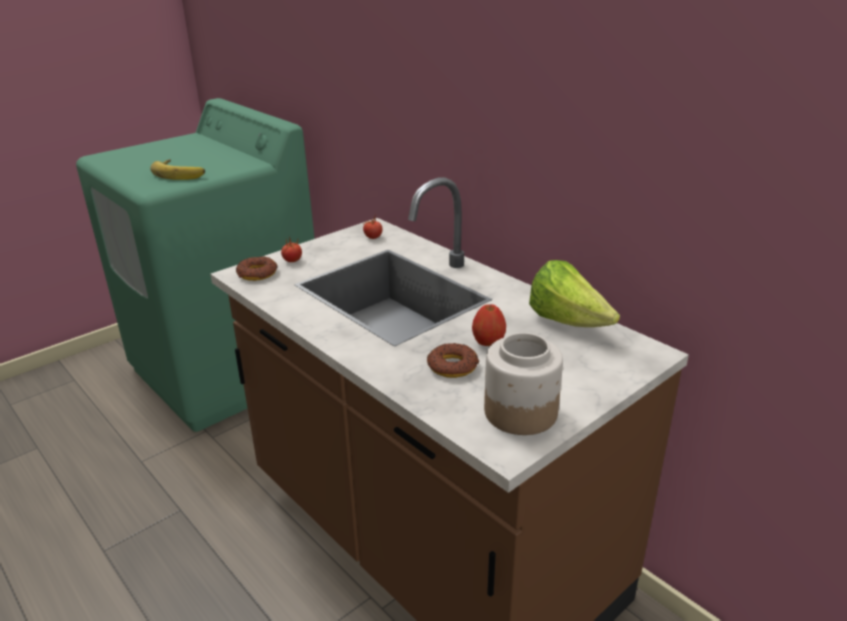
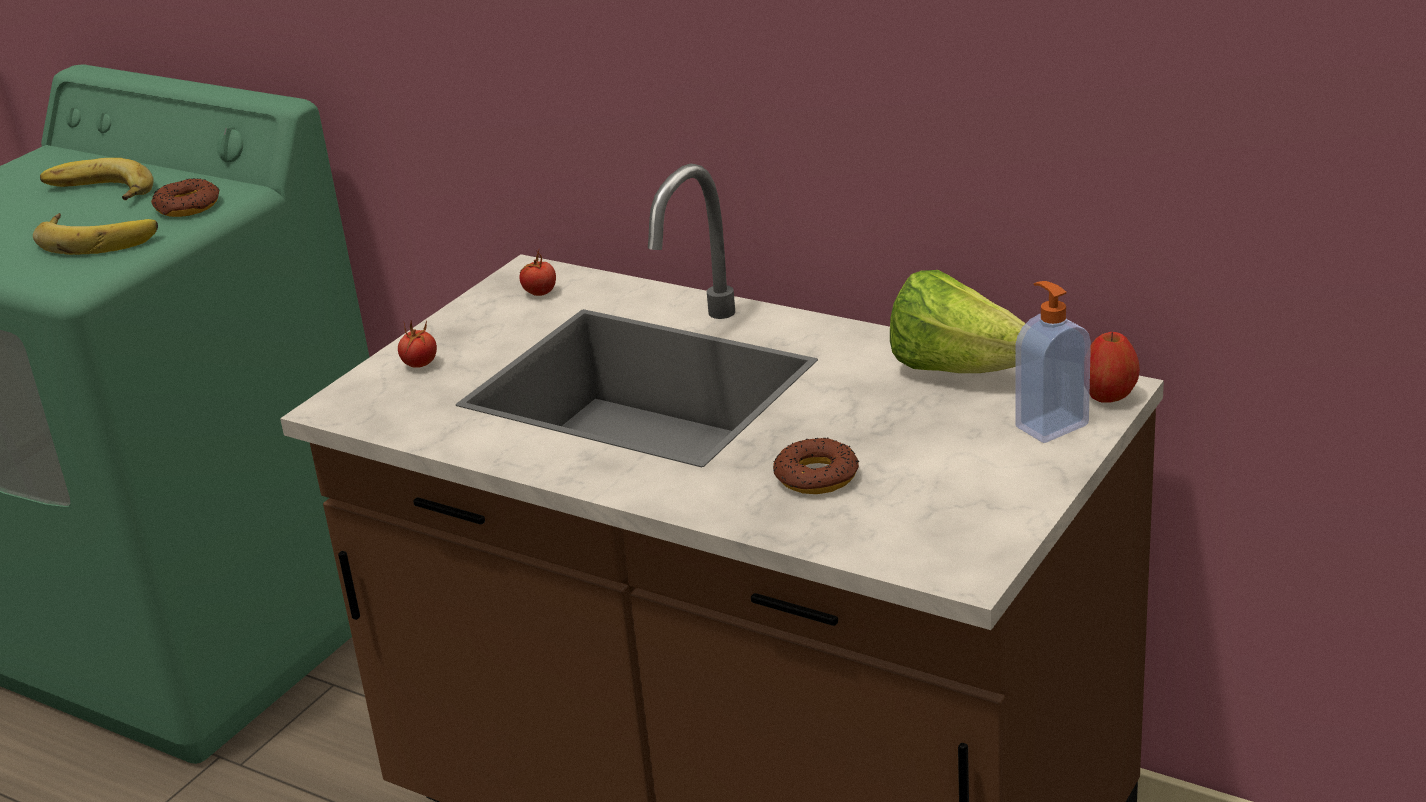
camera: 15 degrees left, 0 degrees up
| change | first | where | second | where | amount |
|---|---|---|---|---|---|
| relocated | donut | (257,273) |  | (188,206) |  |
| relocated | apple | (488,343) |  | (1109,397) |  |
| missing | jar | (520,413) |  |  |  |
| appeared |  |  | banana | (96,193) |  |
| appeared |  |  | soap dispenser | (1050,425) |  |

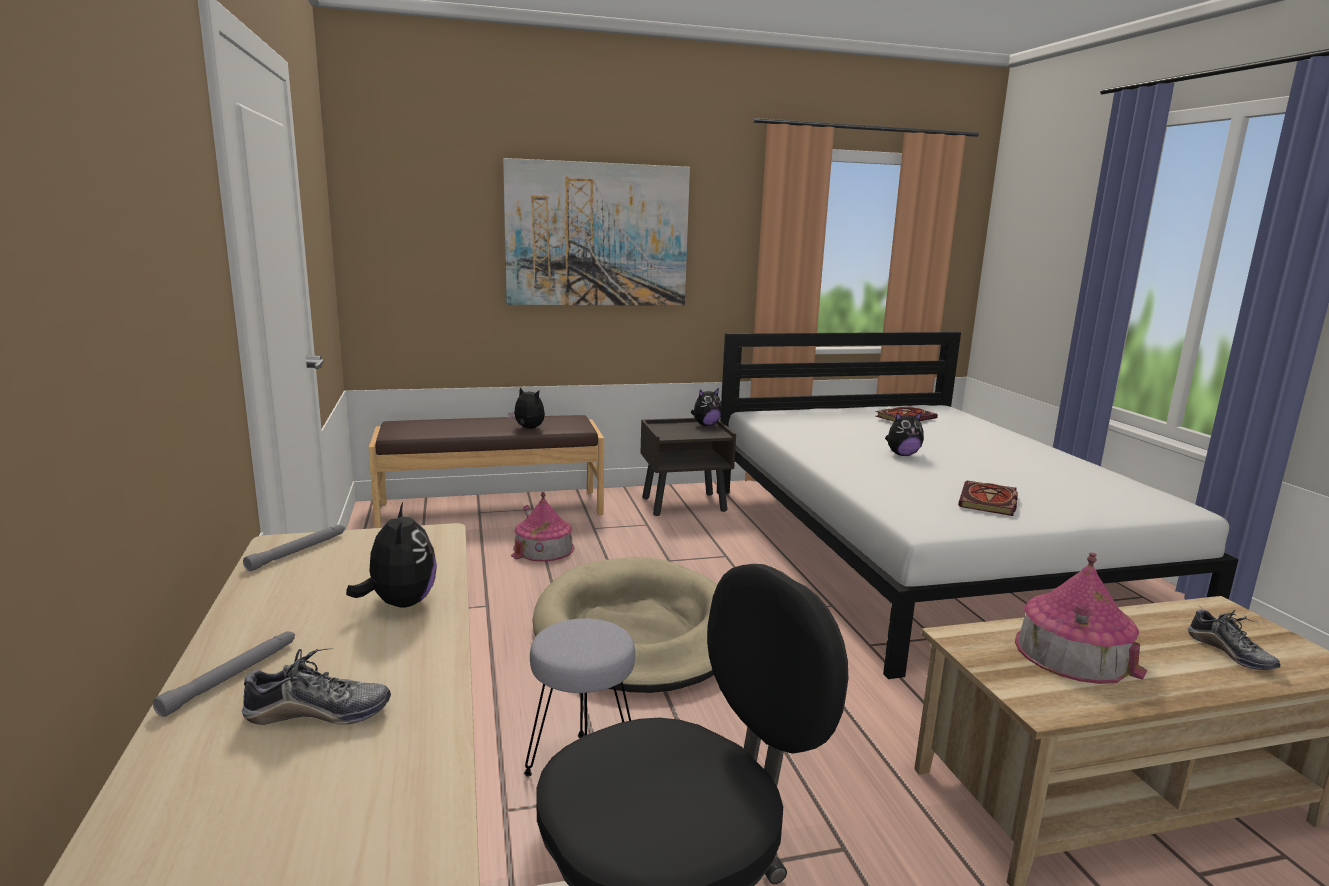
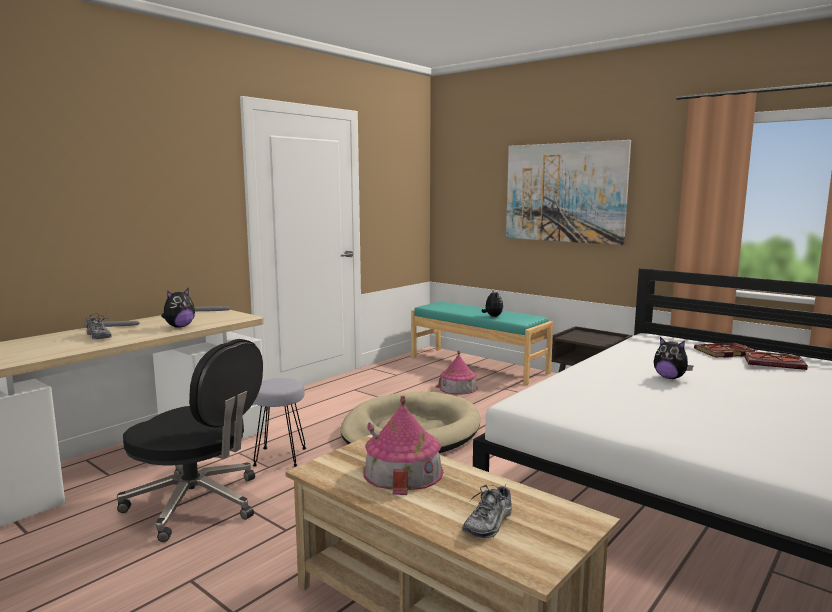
camera: 55 degrees right, 5 degrees down
| change | first | where | second | where | amount |
|---|---|---|---|---|---|
| colour | bench (brown) | (491,508) | bench (turquoise) | (478,365) |  |
| missing | plush toy | (706,425) |  |  |  |
| relocated | book | (989,502) |  | (724,352) |  |

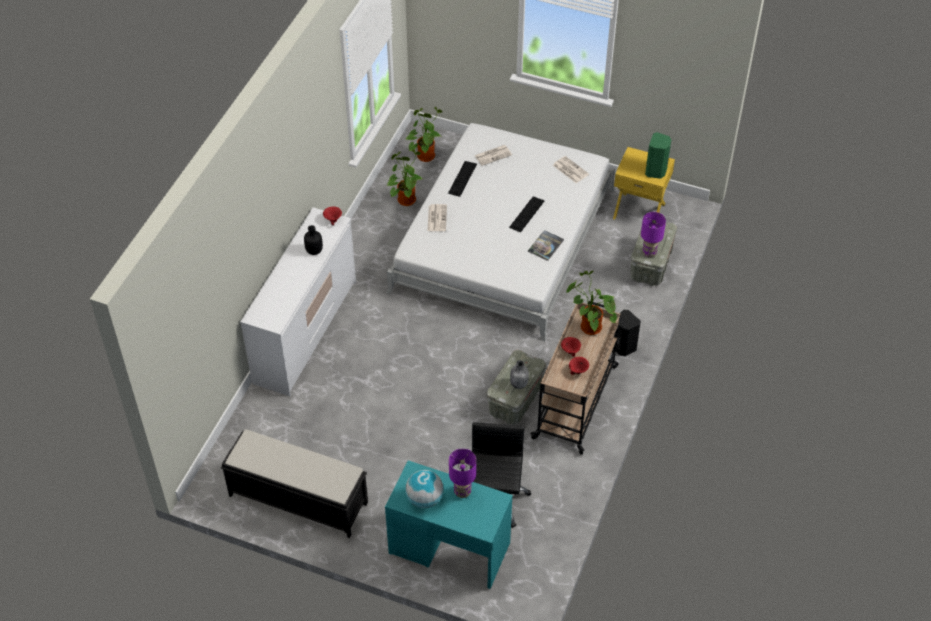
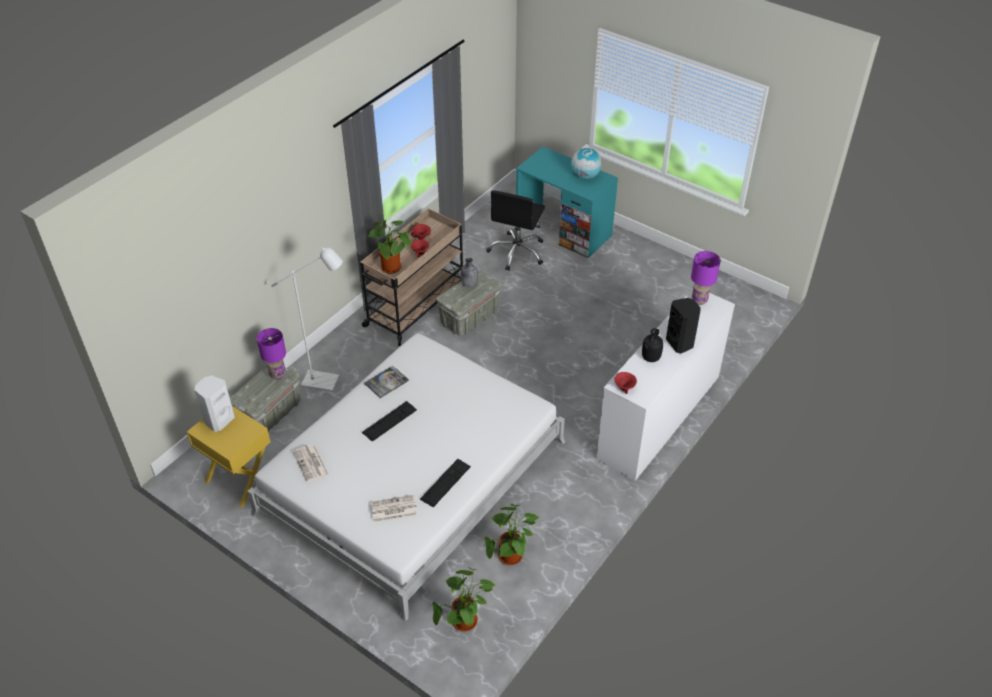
camera: 165 degrees left, 5 degrees down
| change | first | where | second | where | amount |
|---|---|---|---|---|---|
| missing | bench (black) | (297,499) |  |  |  |
| missing | newspaper | (437,218) |  |  |  |
| relocated | table lamp (purple) | (462,491) |  | (699,300) |  |
| relocated | speaker (black) | (623,347) |  | (680,343) |  |
| colour | speaker (green) | (656,171) | speaker (white) | (219,420) |  |
| appeared |  |  | floor lamp (white) | (327,382) |  |

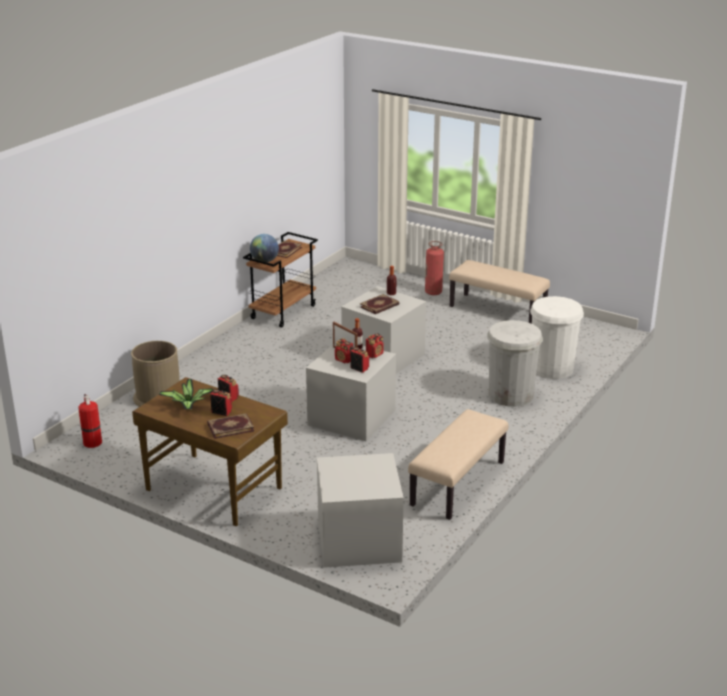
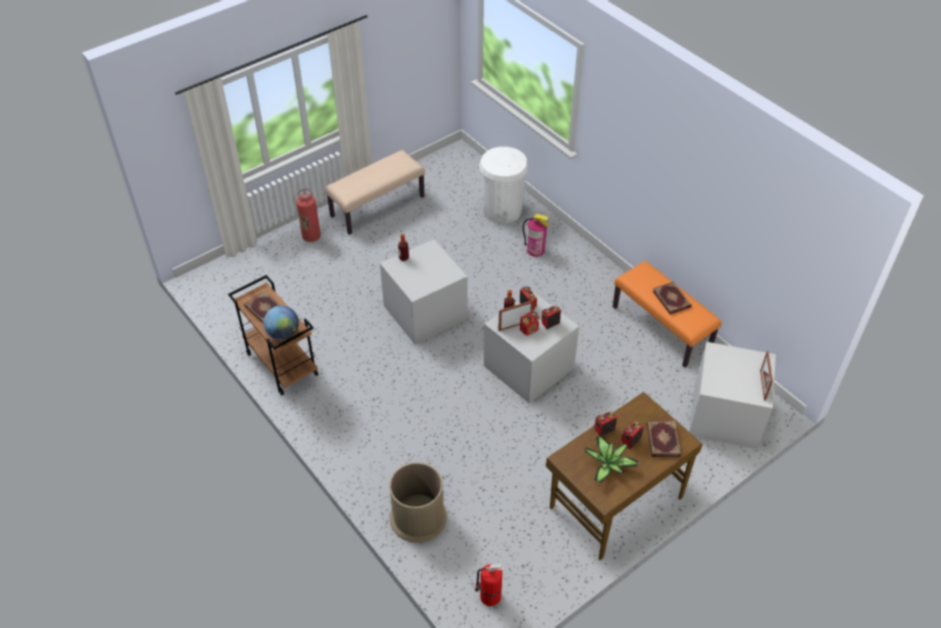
camera: 70 degrees left, 20 degrees up
| change | first | where | second | where | amount |
|---|---|---|---|---|---|
| relocated | book | (379,306) |  | (672,299) |  |
| colour | bench (beige) | (458,484) | bench (orange) | (662,328) |  |
| exchanged | trash can (white) | (510,395) | fire extinguisher | (535,250) |  |
| appeared |  |  | picture frame | (762,385) |  |

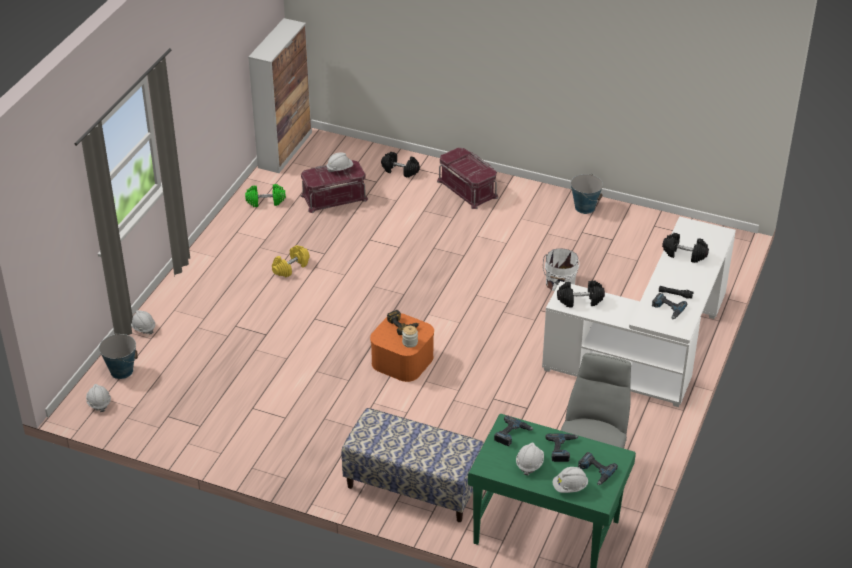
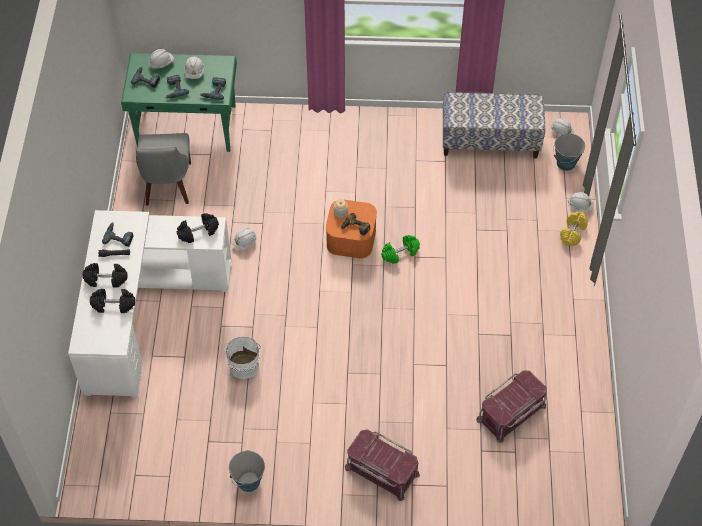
camera: 160 degrees right, 15 degrees up
| change | first | where | second | where | amount |
|---|---|---|---|---|---|
| relocated | dumbbell (green) | (266,201) |  | (400,253) |  |
| missing | cabinet | (285,149) |  |  |  |
| relocated | dumbbell (yellow) | (291,267) |  | (572,233) |  |
| relocated | hard hat (white) | (340,168) |  | (244,243) |  |
| relocated | bench | (413,486) |  | (490,141) |  |
| relocated | dumbbell (black) | (400,170) |  | (106,279) |  |

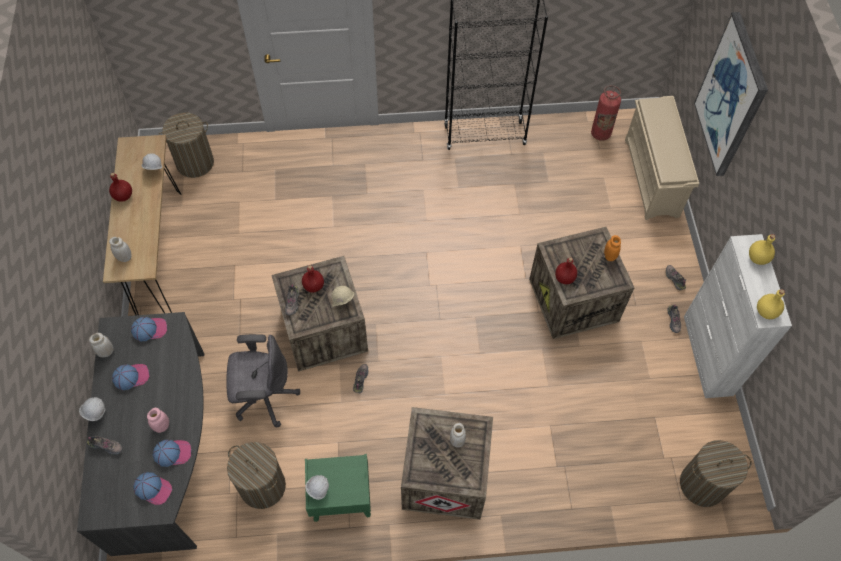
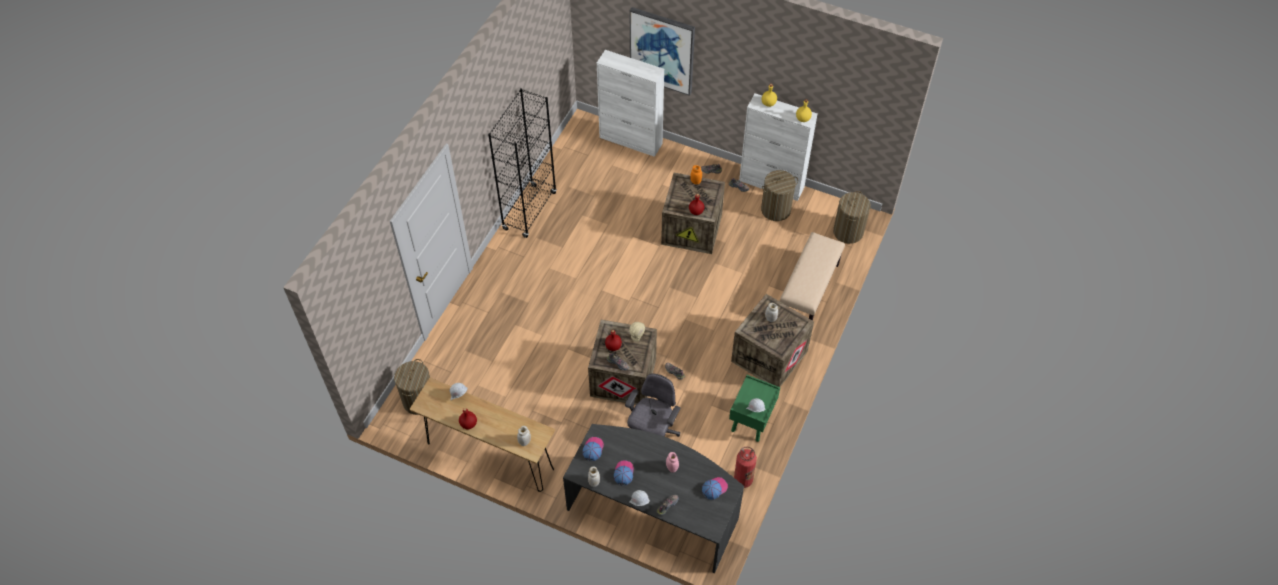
camera: 60 degrees left, 5 degrees down
| change | first | where | second | where | amount |
|---|---|---|---|---|---|
| missing | cap | (173,453) |  |  |  |
| relocated | laundry basket | (262,486) |  | (775,210) |  |
| relocated | fire extinguisher | (600,133) |  | (743,479) |  |
| exchanged | shoe rack (beige) | (652,178) | cabinet (white) | (631,140) |  |
| appeared |  |  | bench (beige) | (809,292) |  |

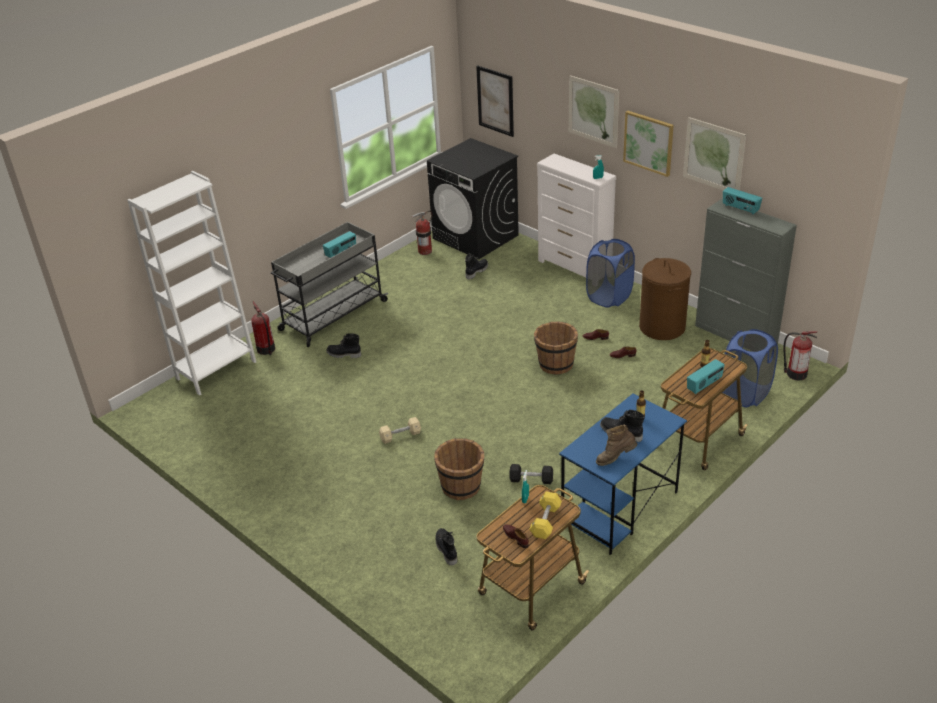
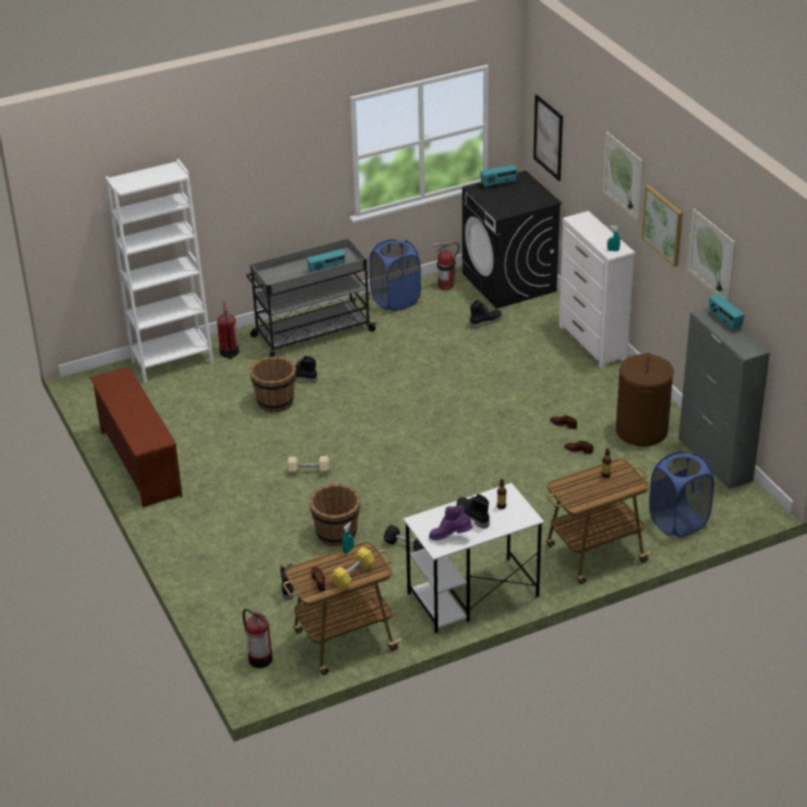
camera: 20 degrees right, 0 degrees up
| change | first | where | second | where | amount |
|---|---|---|---|---|---|
| relocated | bucket (brown) | (555,364) |  | (275,402) |  |
| colour | desk (blue) | (619,509) | desk (white) | (472,595) |  |
| relocated | laundry basket (blue) | (609,297) |  | (395,300) |  |
| colour | boot (brown) | (615,458) | boot (purple) | (450,537) |  |
| relocated | radio | (704,385) |  | (498,184) |  |
| relocated | fire extinguisher | (795,374) |  | (259,658) |  |
| appeared |  |  | shoe rack (brown) | (138,463) |  |

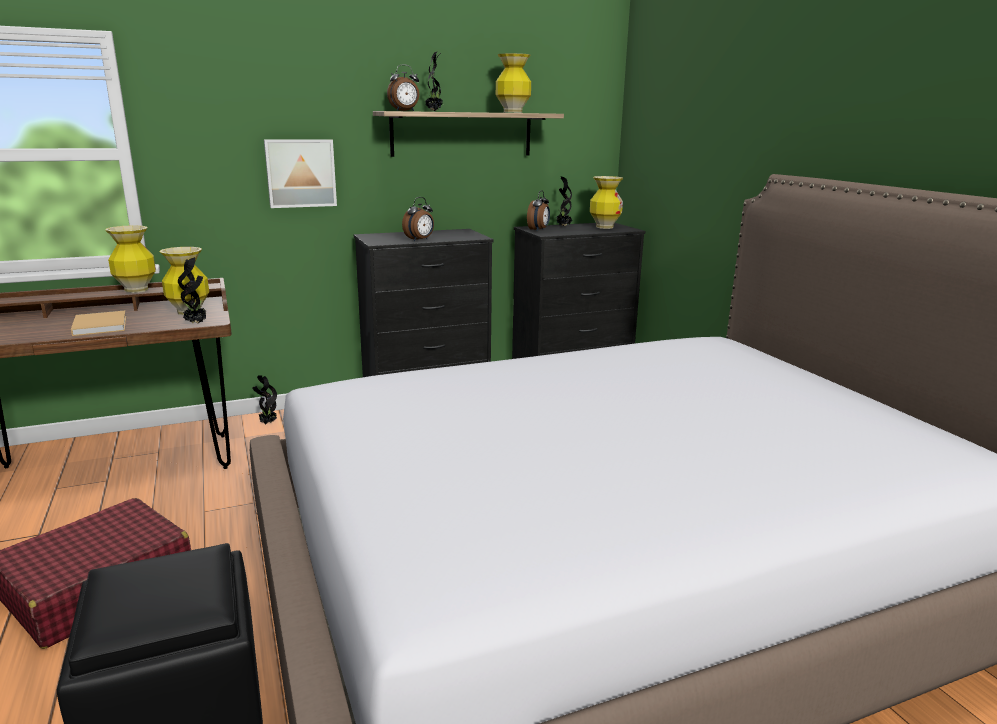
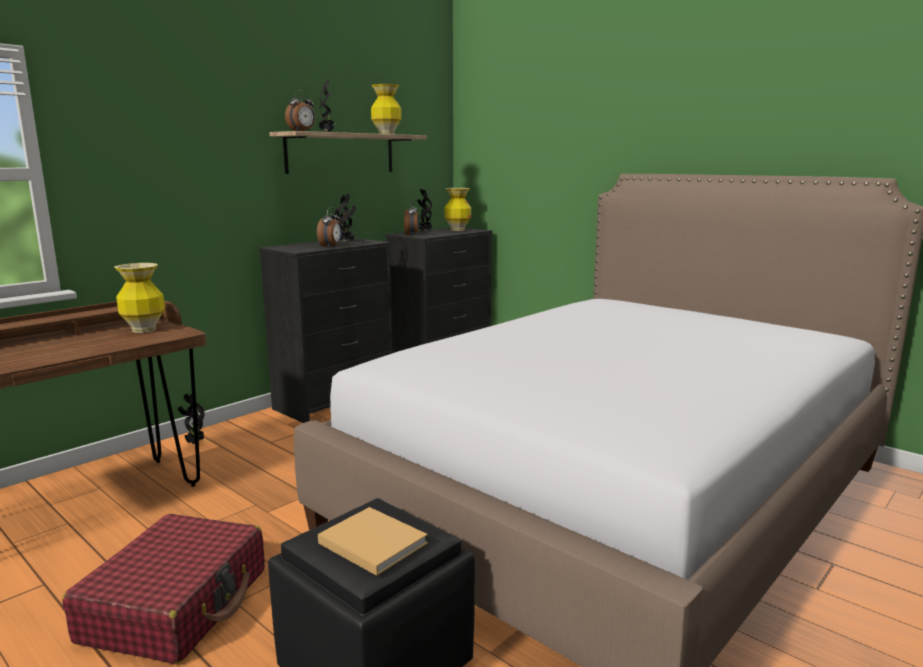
camera: 25 degrees left, 5 degrees down
| change | first | where | second | where | amount |
|---|---|---|---|---|---|
| relocated | book (beige) | (100,325) |  | (370,542) |  |
| missing | vase | (136,290) |  |  |  |
| relocated | potted plant | (196,323) |  | (346,241) |  |
| missing | picture | (300,173) |  |  |  |

